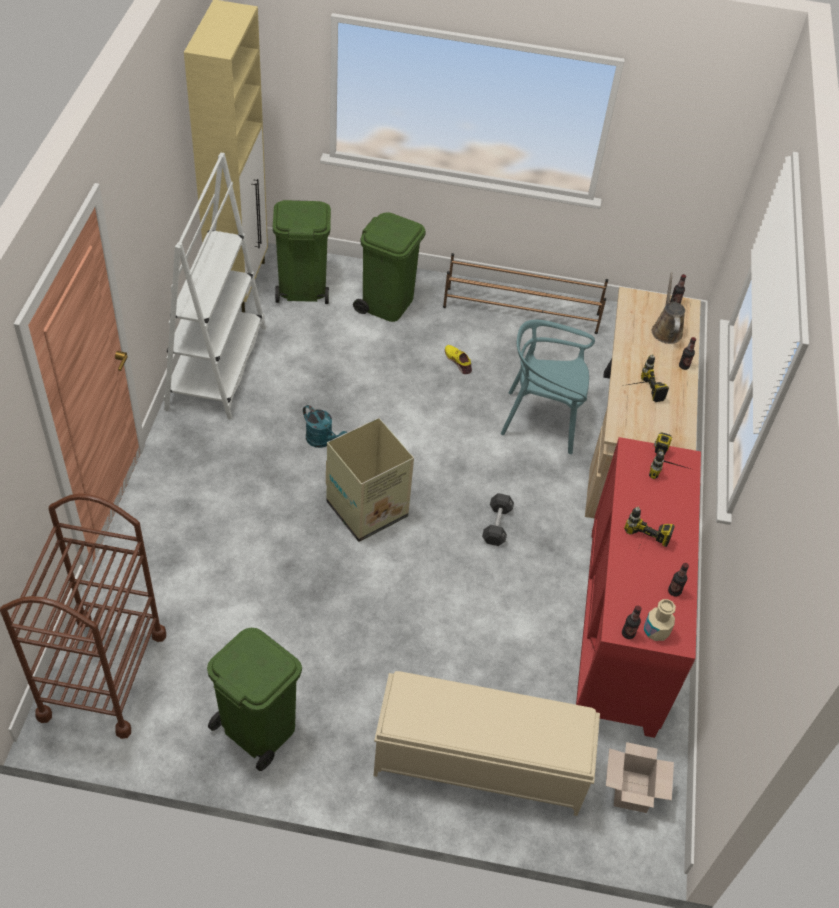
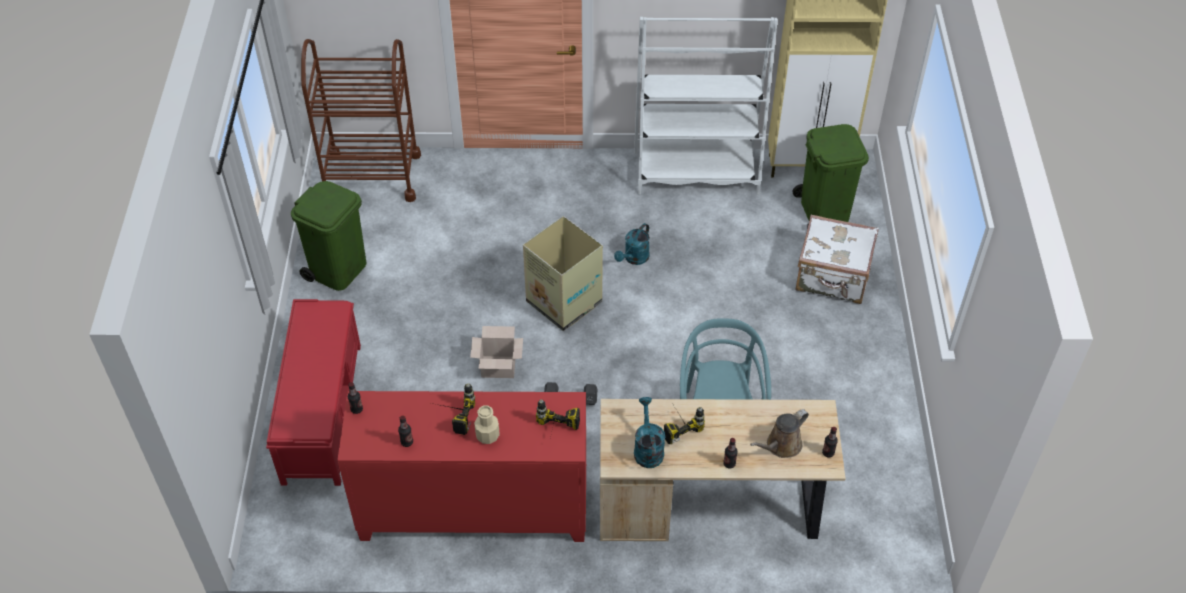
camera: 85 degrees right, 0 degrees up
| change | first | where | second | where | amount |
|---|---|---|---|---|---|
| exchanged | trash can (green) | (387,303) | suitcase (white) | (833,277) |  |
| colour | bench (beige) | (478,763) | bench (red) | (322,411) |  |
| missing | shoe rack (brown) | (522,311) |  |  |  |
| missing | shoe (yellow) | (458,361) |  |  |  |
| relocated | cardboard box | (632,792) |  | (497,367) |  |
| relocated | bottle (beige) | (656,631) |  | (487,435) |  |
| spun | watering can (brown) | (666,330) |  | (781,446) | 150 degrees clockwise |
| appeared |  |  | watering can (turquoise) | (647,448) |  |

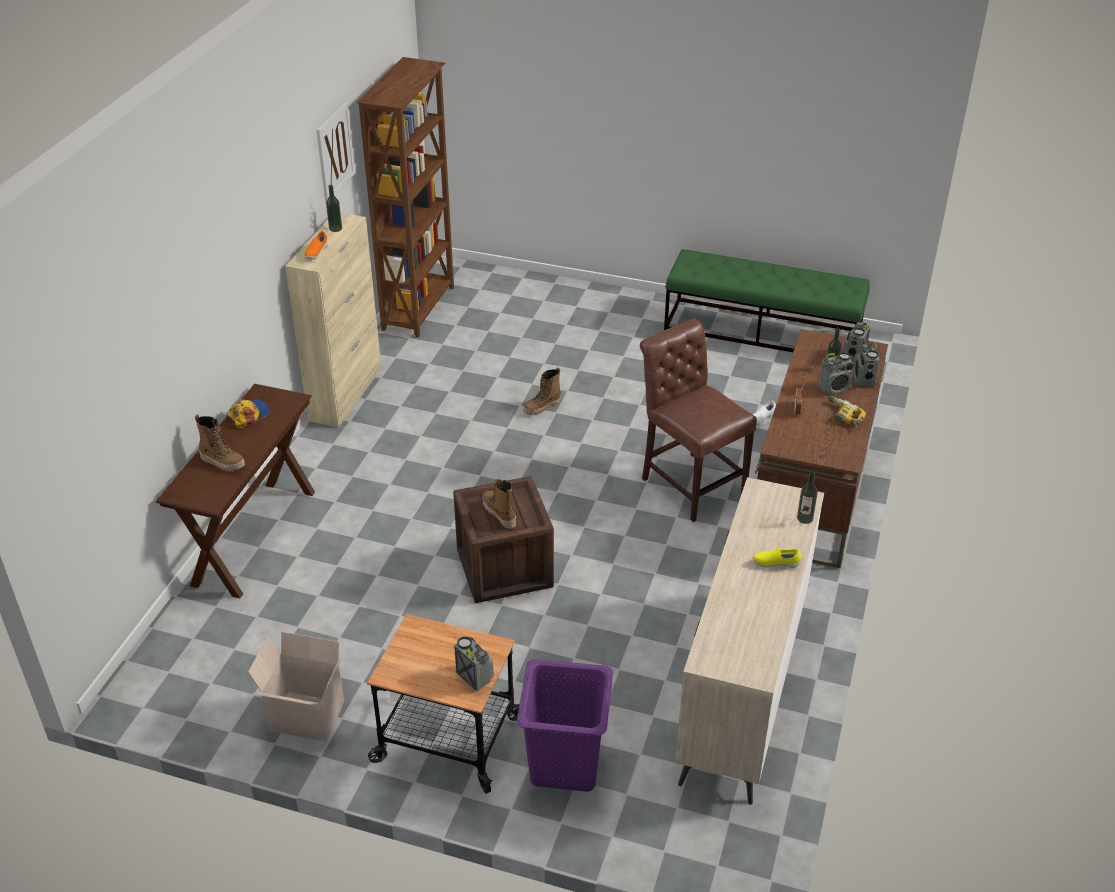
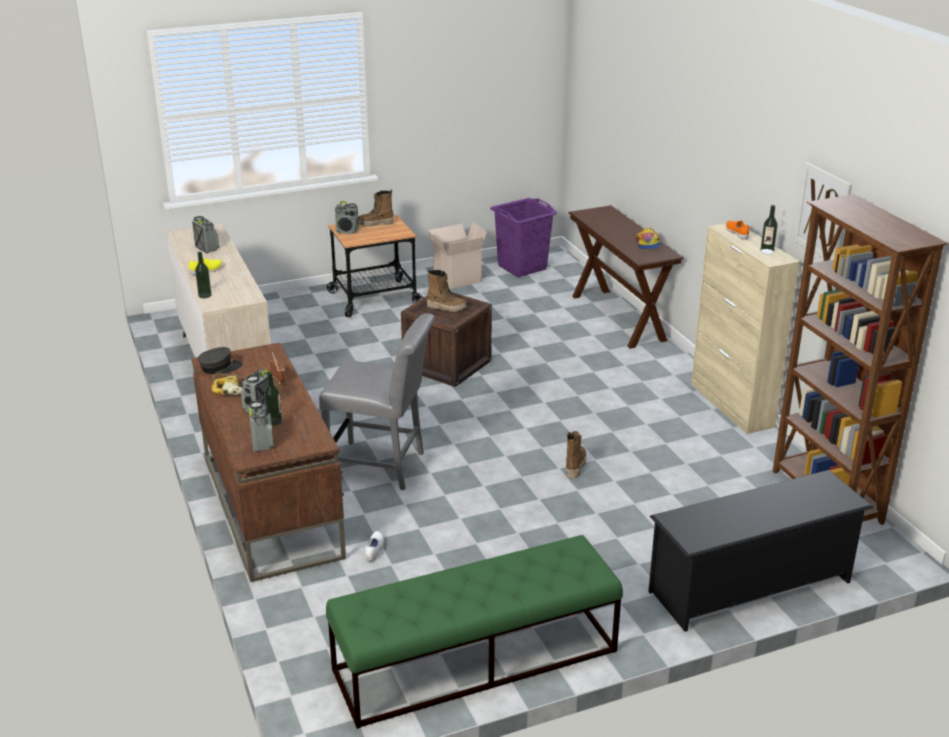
camera: 140 degrees right, 10 degrees down
| change | first | where | second | where | amount |
|---|---|---|---|---|---|
| relocated | boot | (223,462) |  | (375,224) |  |
| relocated | laundry basket (purple) | (565,764) |  | (521,267) |  |
| colour | chair (brown) | (690,483) | chair (grey) | (381,467) |  |
| relocated | radio | (863,379) |  | (207,248) |  |
| appeared |  |  | cap (grey) | (220,367) |  |
| appeared |  |  | shoe rack (black) | (750,587) |  |

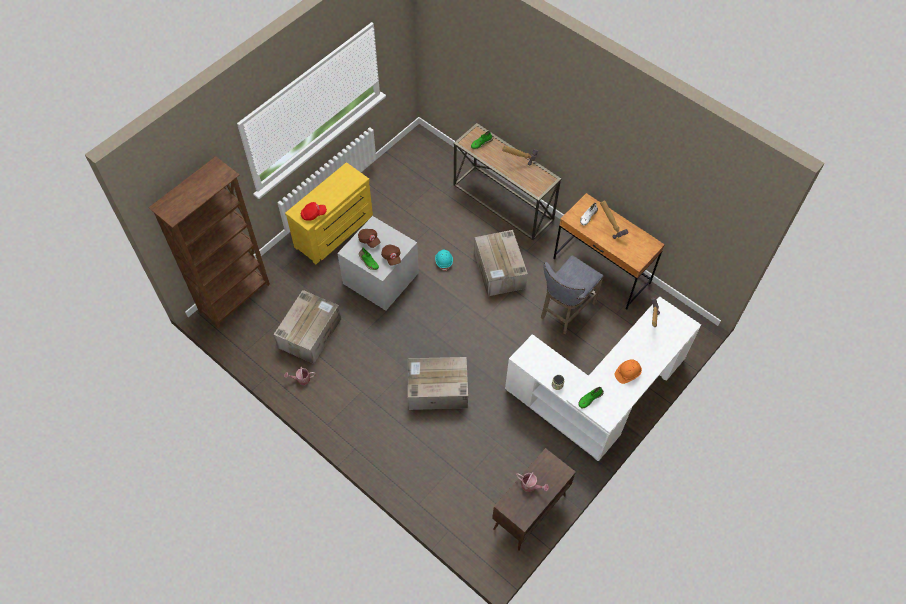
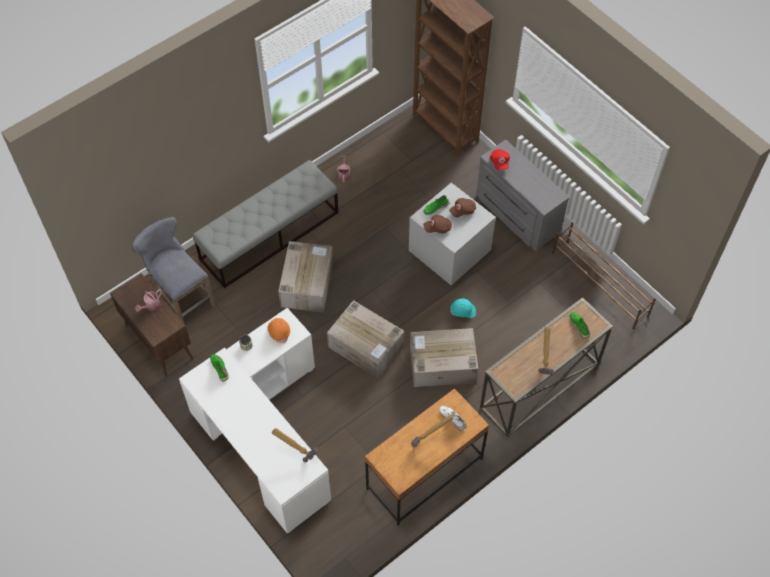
camera: 100 degrees right, 0 degrees up
| change | first | where | second | where | amount |
|---|---|---|---|---|---|
| relocated | cardboard box | (310,332) |  | (367,346) |  |
| colour | dresser (yellow) | (335,232) | dresser (grey) | (516,215) |  |
| relocated | stool (grey) | (565,311) |  | (181,298) |  |
| relocated | hard hat (orange) | (627,373) |  | (279,331) |  |
| appeared |  |  | bench (grey) | (270,235) |  |
| appeared |  |  | shoe rack (brown) | (599,284) |  |

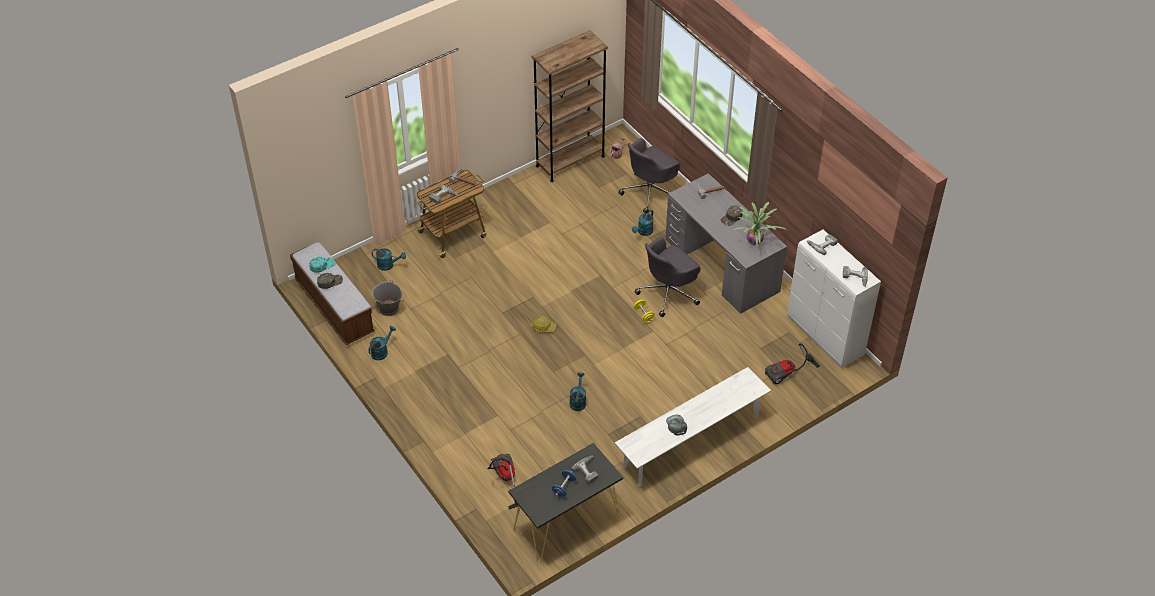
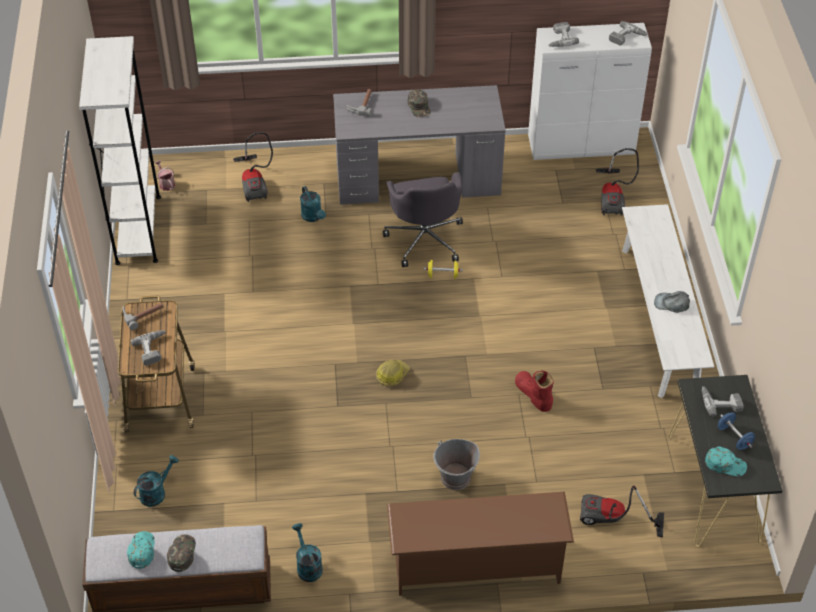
camera: 60 degrees left, 0 degrees up
| change | first | where | second | where | amount |
|---|---|---|---|---|---|
| relocated | bucket (grey) | (389,309) |  | (456,478) |  |
| colour | bookcase (brown) | (570,161) | bookcase (white) | (138,229) |  |
| exchanged | watering can (turquoise) | (578,401) | boot (red) | (533,394) |  |
| exchanged | office chair (grey) | (650,192) | vacuum cleaner | (255,183) |  |
| missing | potted plant | (755,241) |  |  |  |
| appeared |  |  | shoe rack (brown) | (476,565) |  |
| appeared |  |  | cap (turquoise) | (725,464) |  |

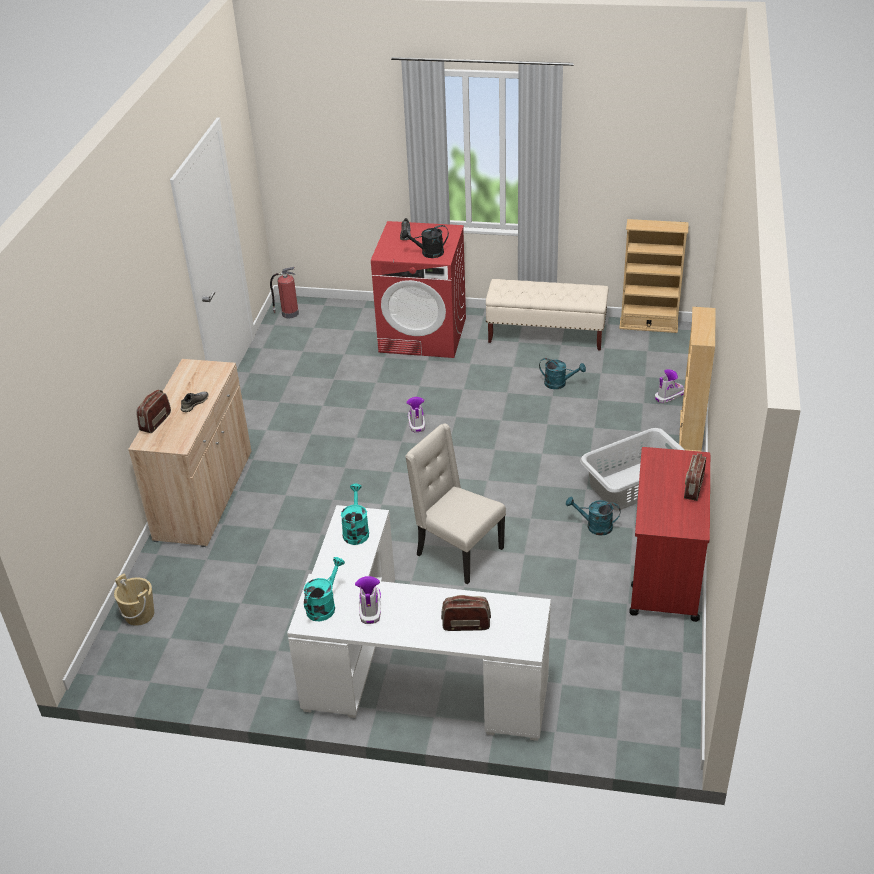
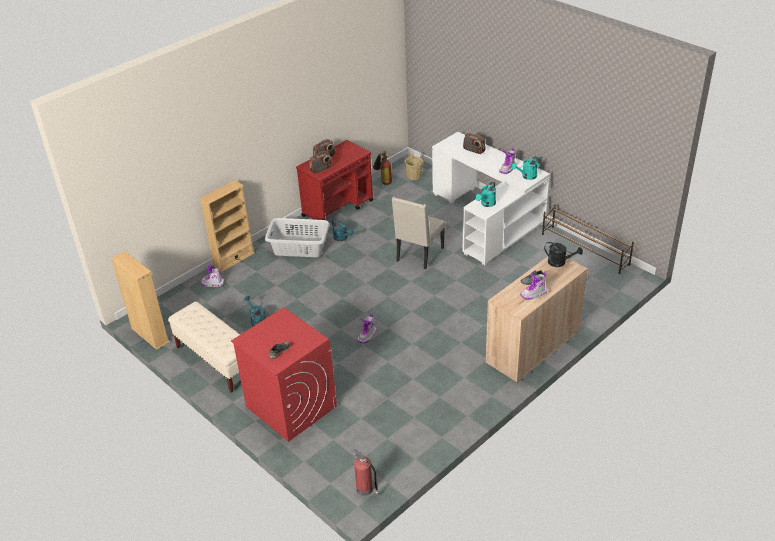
camera: 145 degrees left, 0 degrees up
| change | first | where | second | where | amount |
|---|---|---|---|---|---|
| relocated | bucket (beige) | (139,614) |  | (414,176) |  |
| relocated | radio | (155,422) |  | (321,169) |  |
| relocated | watering can (black) | (428,253) |  | (560,262) |  |
| spun | chair (beige) | (457,552) |  | (419,255) | 45 degrees clockwise |
| appeared |  |  | fire extinguisher | (383,181) |  |
| appeared |  |  | boot | (534,294) |  |
| appeared |  |  | shoe rack (brown) | (585,249) |  |

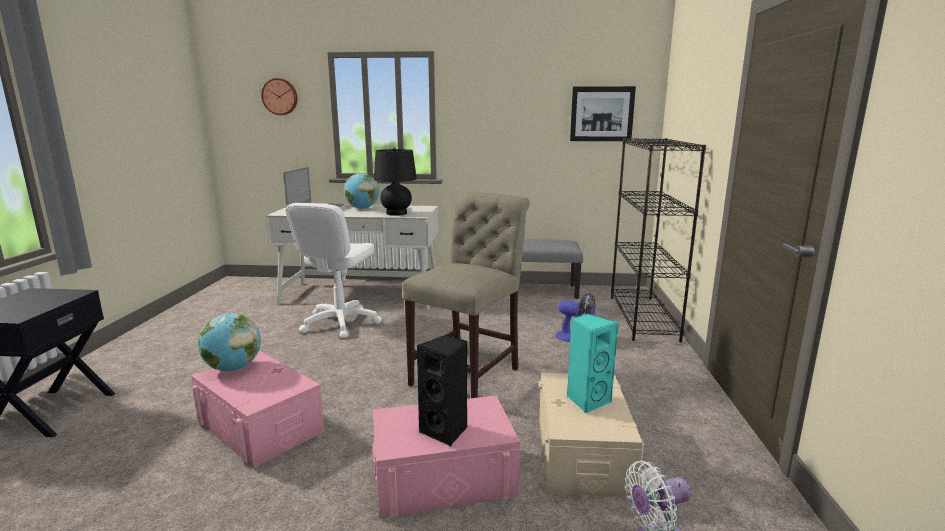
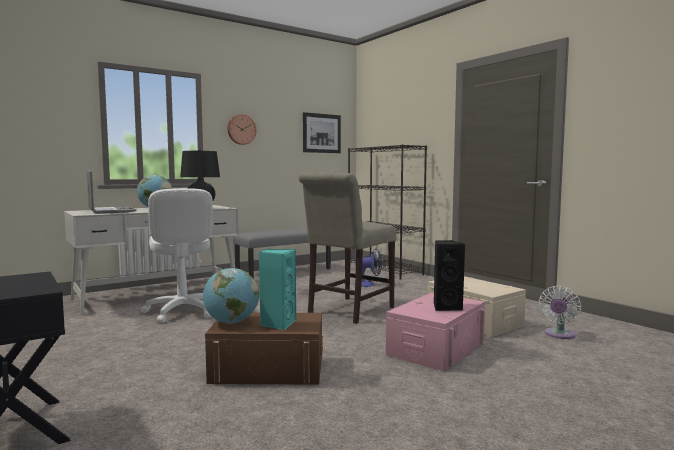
camera: 40 degrees left, 10 degrees down
| change | first | where | second | where | amount |
|---|---|---|---|---|---|
| colour | storage box (pink) | (260,426) | storage box (brown) | (268,369) |  |
| relocated | wall clock | (280,96) |  | (241,129) |  |
| spun | chair (beige) | (469,374) |  | (347,311) | 135 degrees counterclockwise |
| relocated | speaker (turquoise) | (587,400) |  | (278,324) |  |

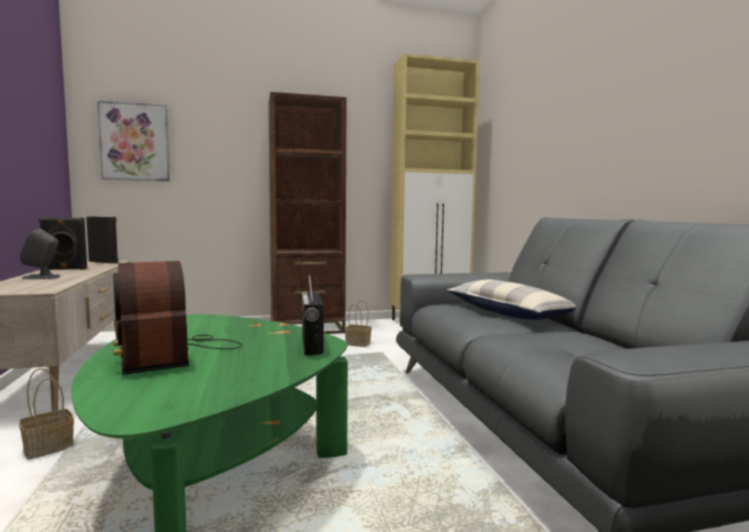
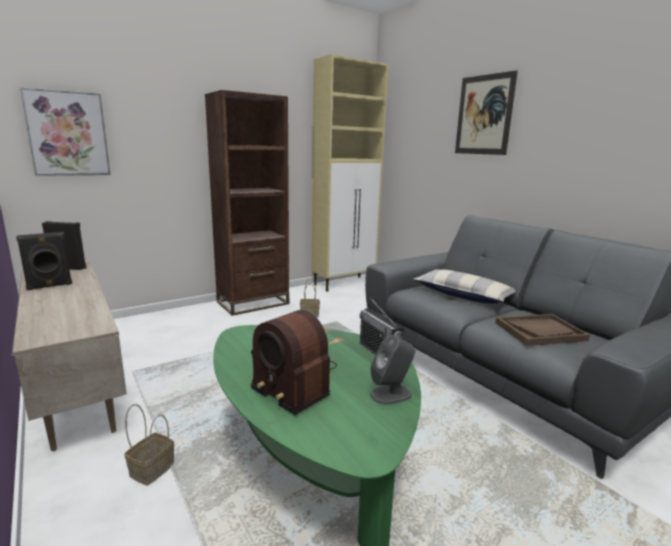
camera: 20 degrees left, 10 degrees up
| change | first | where | second | where | amount |
|---|---|---|---|---|---|
| relocated | speaker (grey) | (42,277) |  | (391,394) |  |
| appeared |  |  | picture | (484,115) |  |
| appeared |  |  | tray (brown) | (540,331) |  |

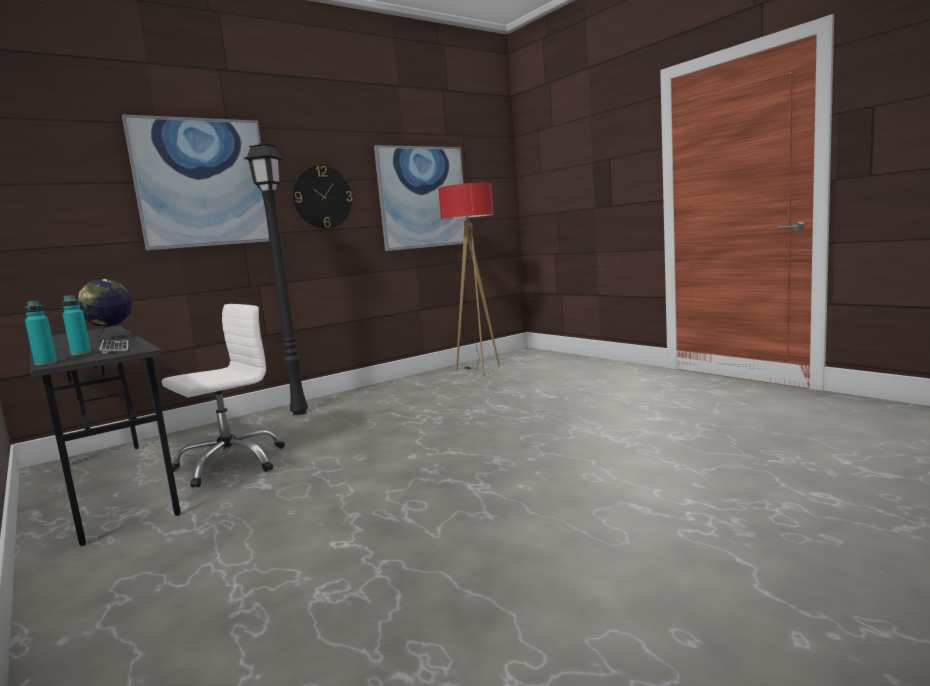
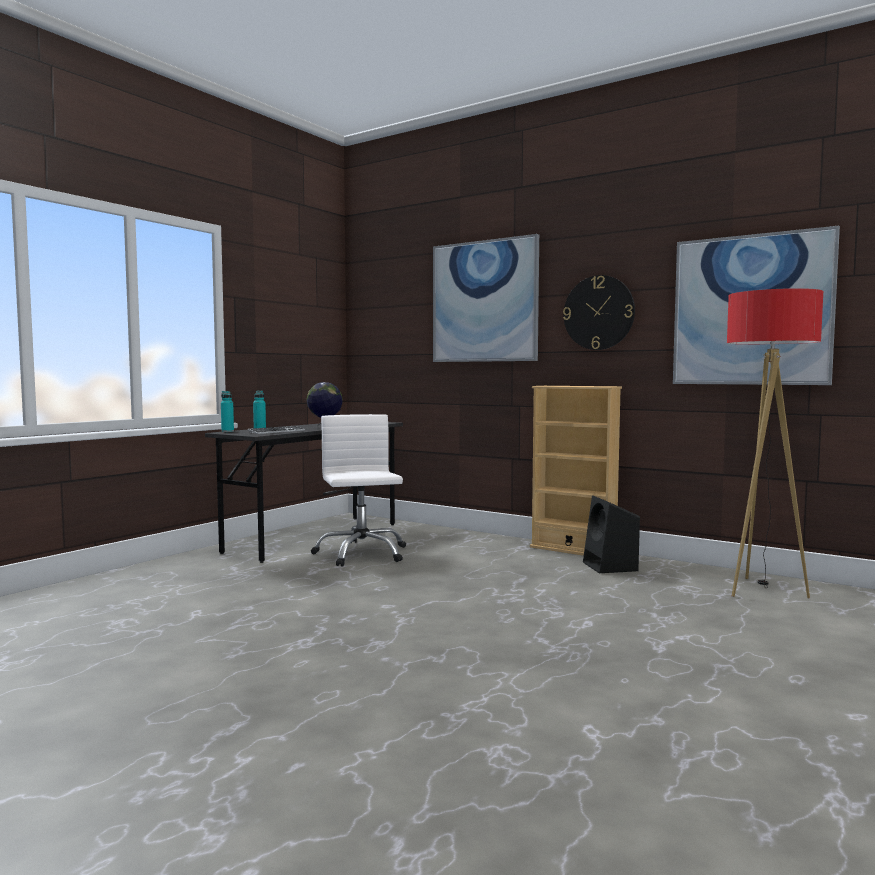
camera: 70 degrees right, 5 degrees down
| change | first | where | second | where | amount |
|---|---|---|---|---|---|
| spun | office chair (white) | (230,463) |  | (361,553) | 135 degrees counterclockwise |
| missing | floor lamp (black) | (298,413) |  |  |  |
| appeared |  |  | bookcase (beige) | (573,550) |  |
| appeared |  |  | speaker (black) | (611,567) |  |

